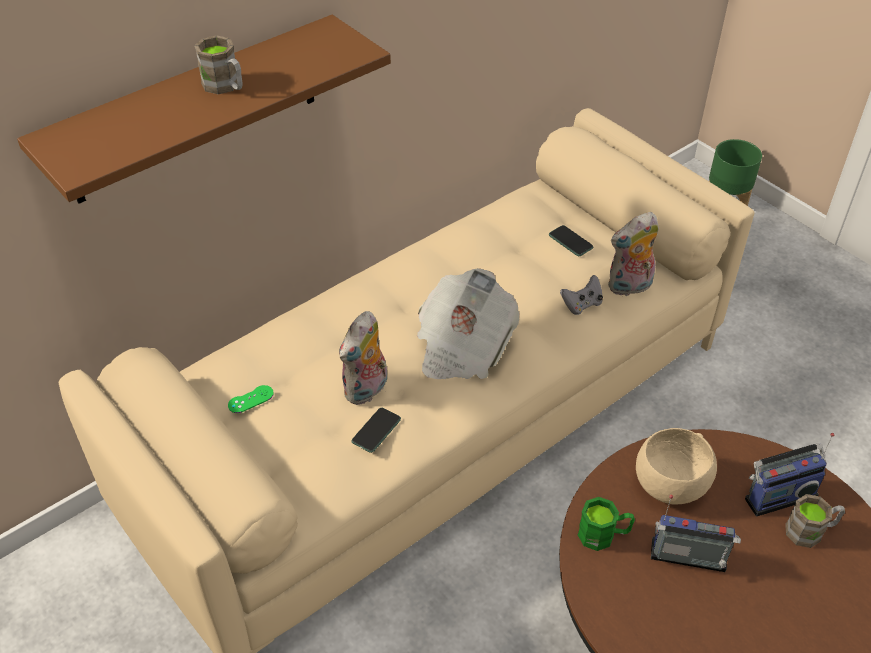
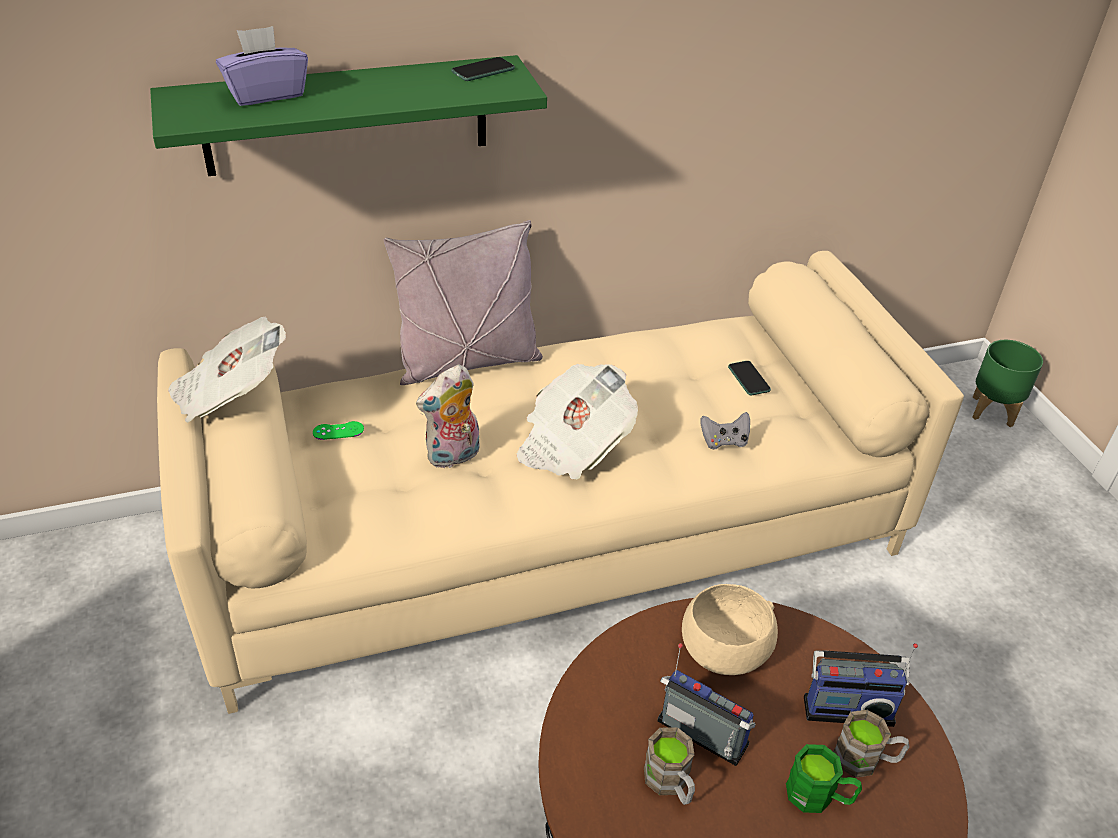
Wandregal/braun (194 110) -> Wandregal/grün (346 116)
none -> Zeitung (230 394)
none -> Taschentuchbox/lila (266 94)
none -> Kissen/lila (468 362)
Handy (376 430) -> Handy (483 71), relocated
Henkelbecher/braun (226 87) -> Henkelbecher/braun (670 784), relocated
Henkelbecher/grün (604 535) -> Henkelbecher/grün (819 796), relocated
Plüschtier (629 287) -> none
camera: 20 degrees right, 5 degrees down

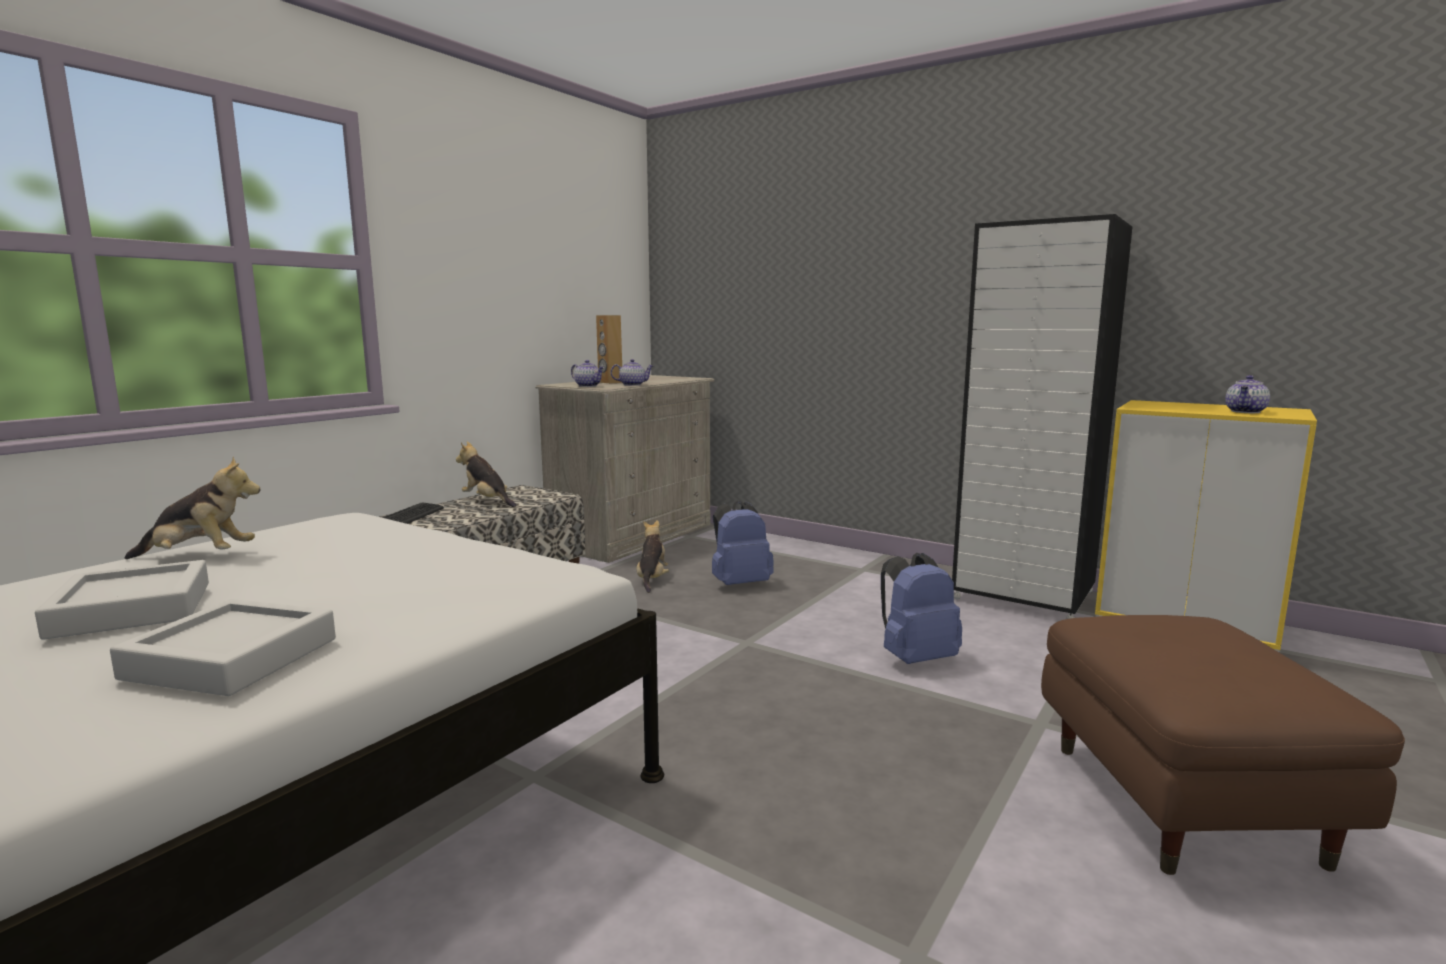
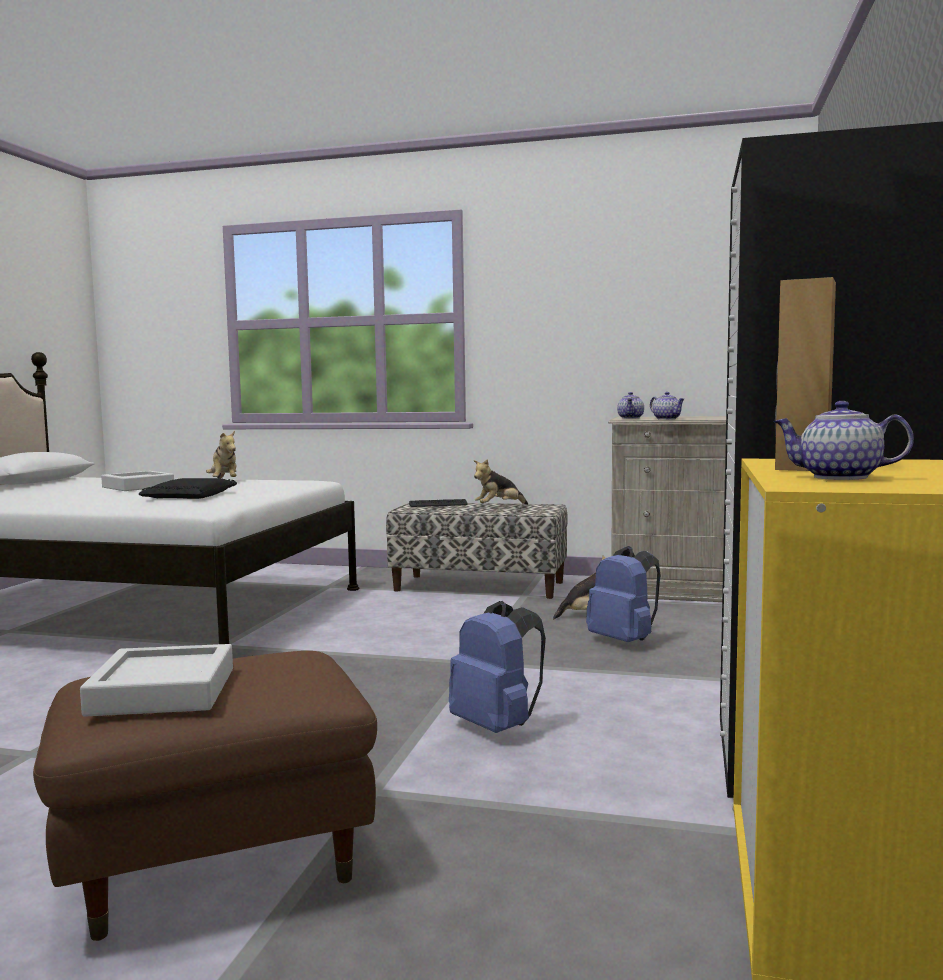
Tablett/grau (232 658) -> Tablett/grau (163 691), relocated
none -> Kissen/schwarz (191 496)
Plüschtier (487 501) -> Plüschtier (499 507), 135 degrees counterclockwise
Lautsprecher/braun (610 382) -> Lautsprecher/braun (801 468), relocated
camera: 70 degrees right, 5 degrees down

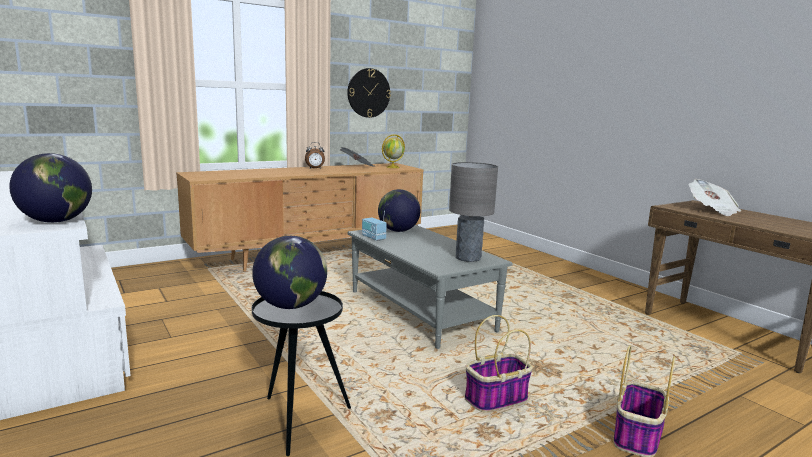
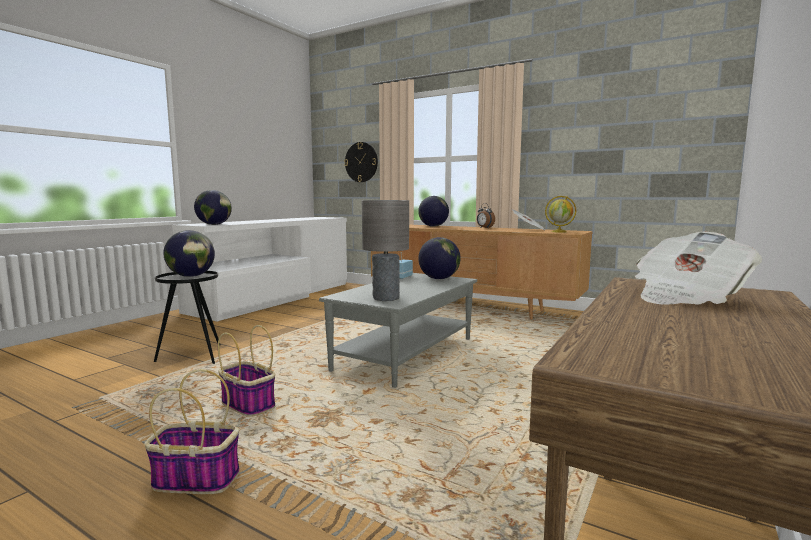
Wanduhr (368 93) -> Wanduhr (361 162), relocated
none -> Globus (433 226)
camera: 65 degrees right, 5 degrees down

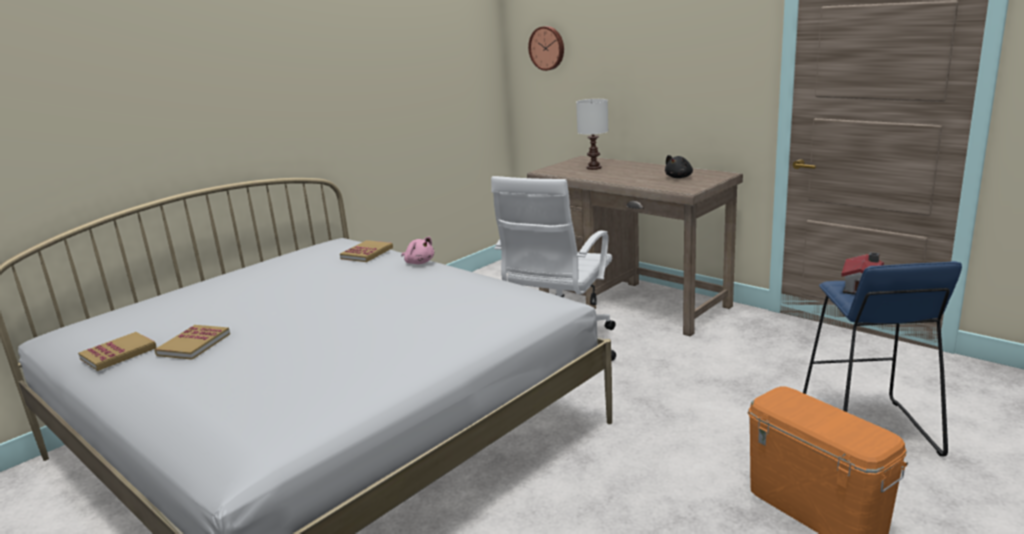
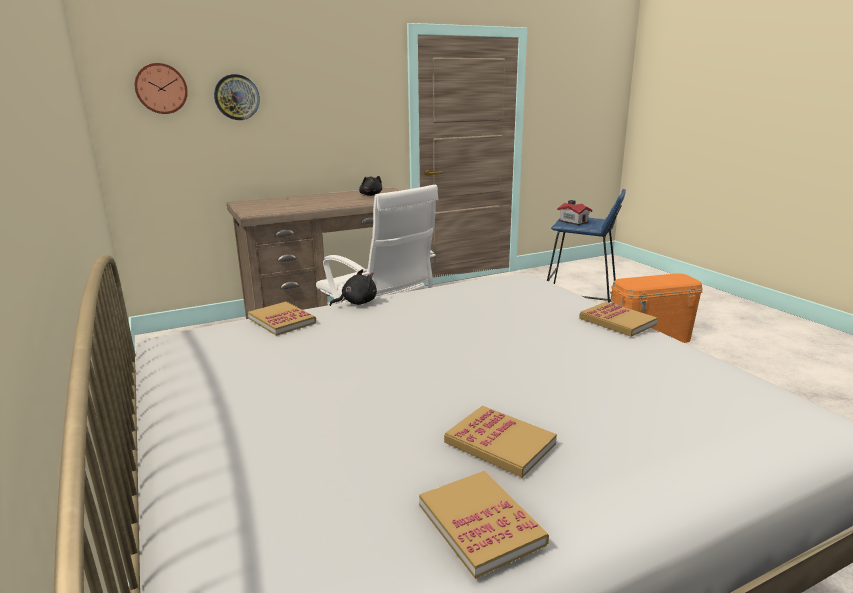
none -> Wanduhr (237 97)
Plüschtier/rosa (419 262) -> Plüschtier/schwarz (357 303)
none -> Buch (617 321)
Tischlampe/weiß (593 168) -> none
camera: 70 degrees left, 0 degrees up

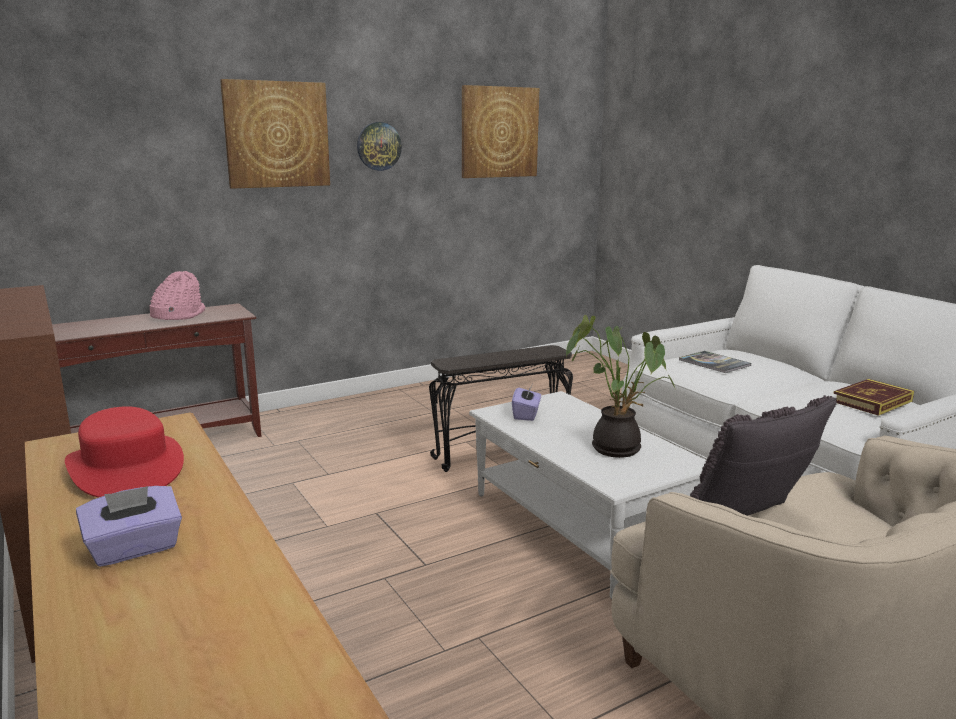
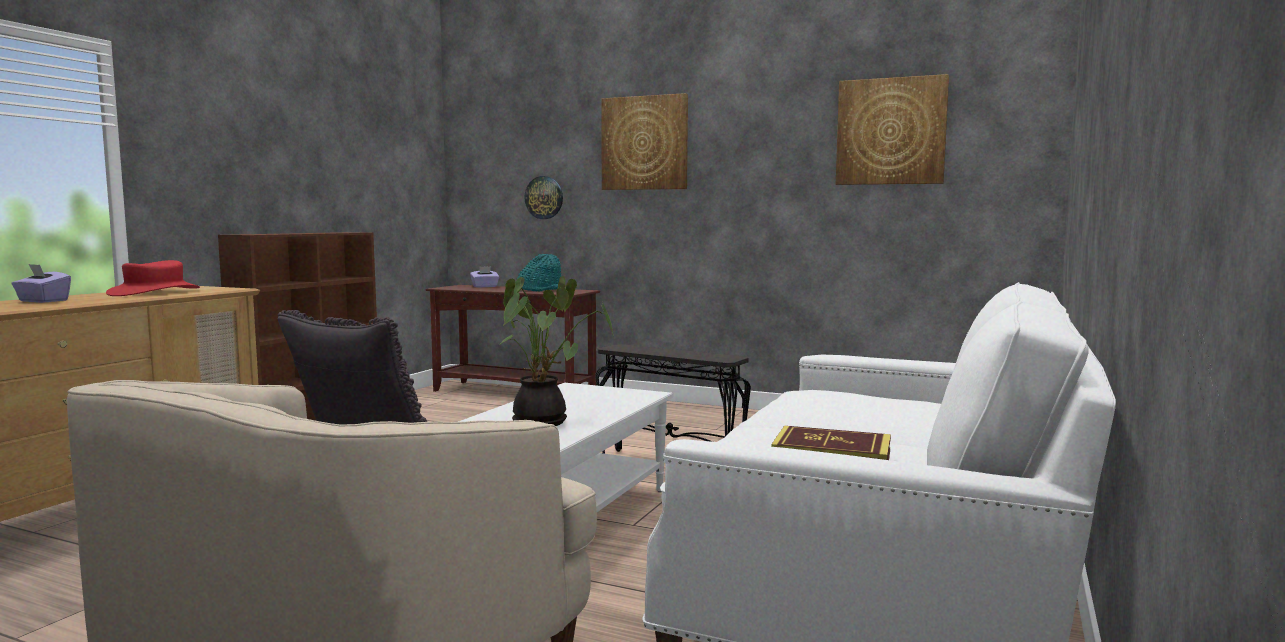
Taschentuchbox/lila (526 414) -> Taschentuchbox/lila (485 286), relocated
Hut/rosa (178 315) -> Hut/türkis (541 289)
Wanduhr (378 146) -> Wanduhr (544 197), relocated
Buch (714 363) -> none
camera: 55 degrees right, 10 degrees down

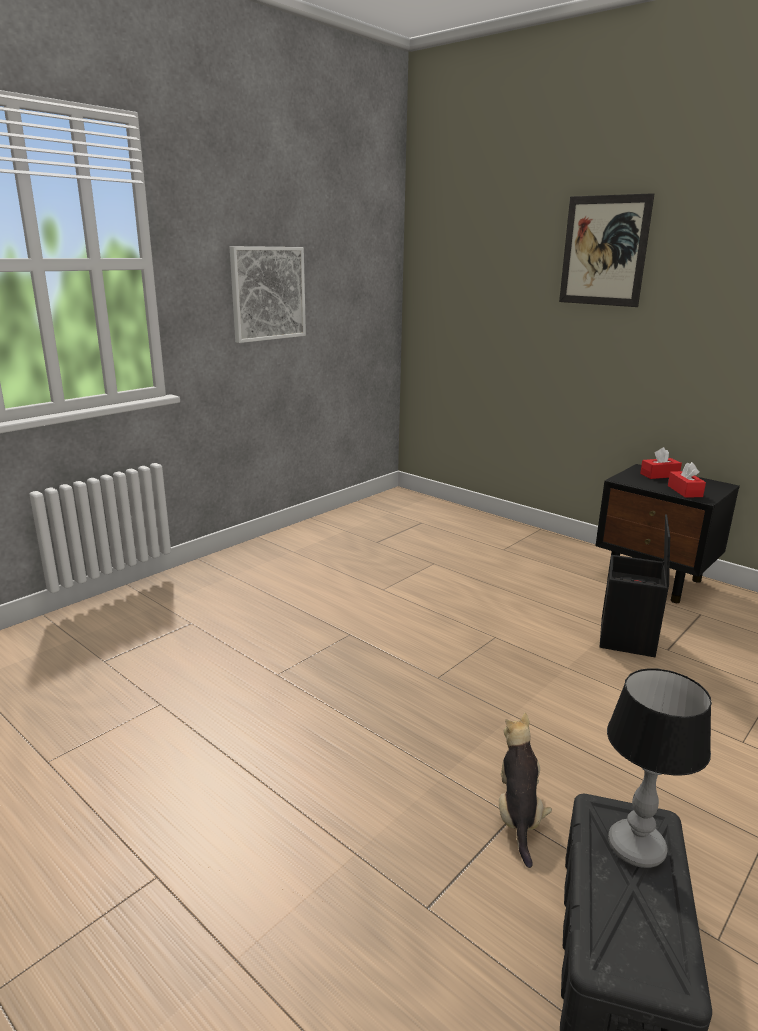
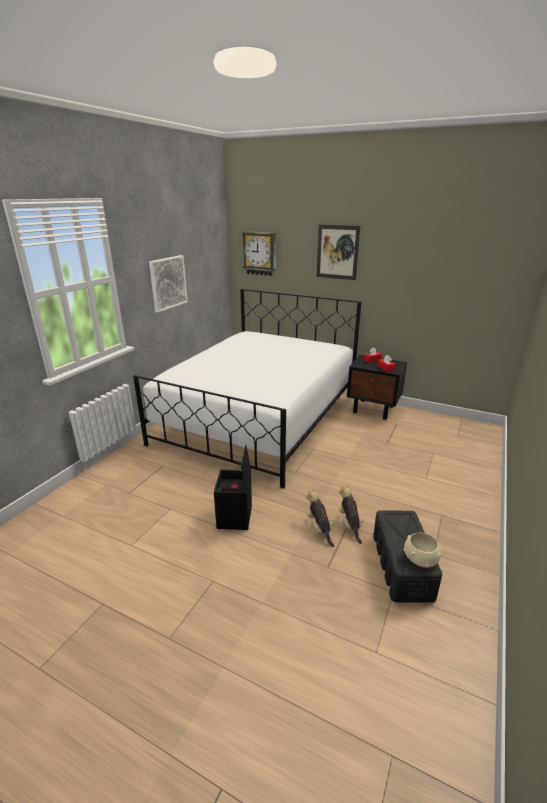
none -> Bett/weiß (259 418)
Aufbewahrungsbox/schwarz (628 638) -> Aufbewahrungsbox/schwarz (235 517), relocated
none -> Wanduhr (260 253)
none -> Plüschtier (319 528)
none -> Schüssel/beige (420 559)
Tischlampe (637 848) -> none
camera: 15 degrees left, 5 degrees up

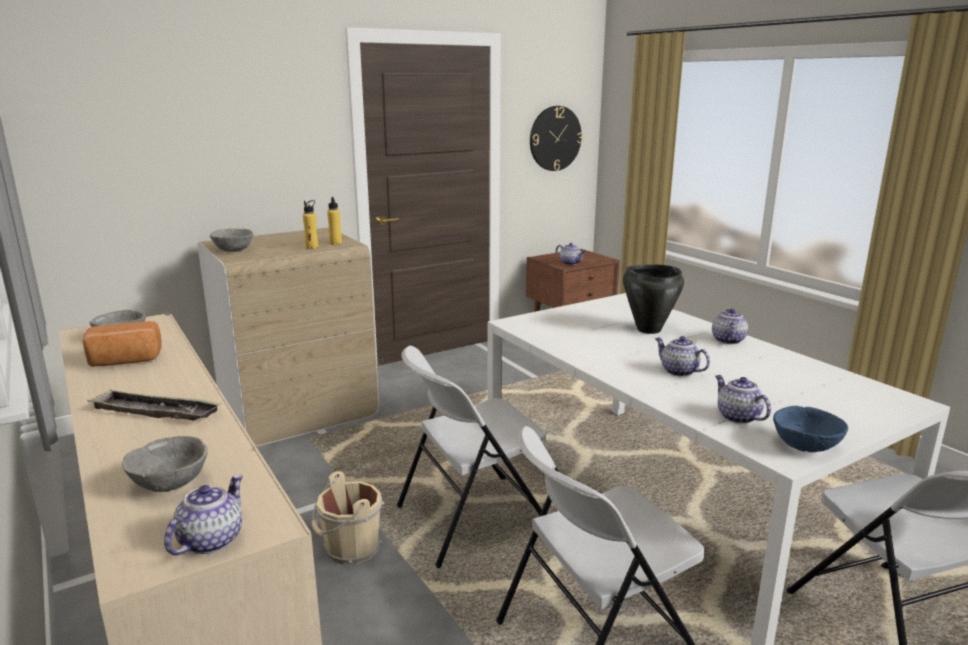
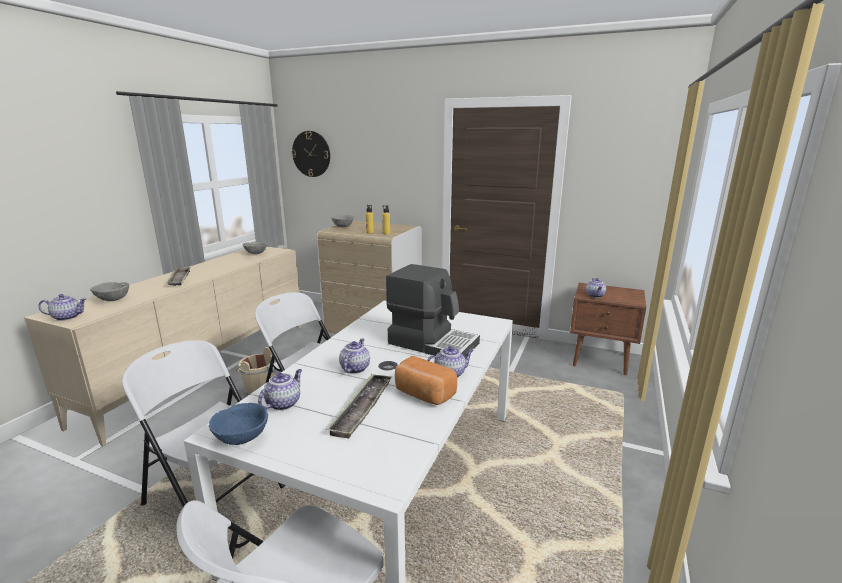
Wanduhr (555 138) -> Wanduhr (311 154), relocated
none -> Tablett (362 408)
Kochtopf/schwarz (648 329) -> Kaffeemaschine (433 343)
Brot (125 361) -> Brot (423 394), relocated
camera: 55 degrees right, 0 degrees up

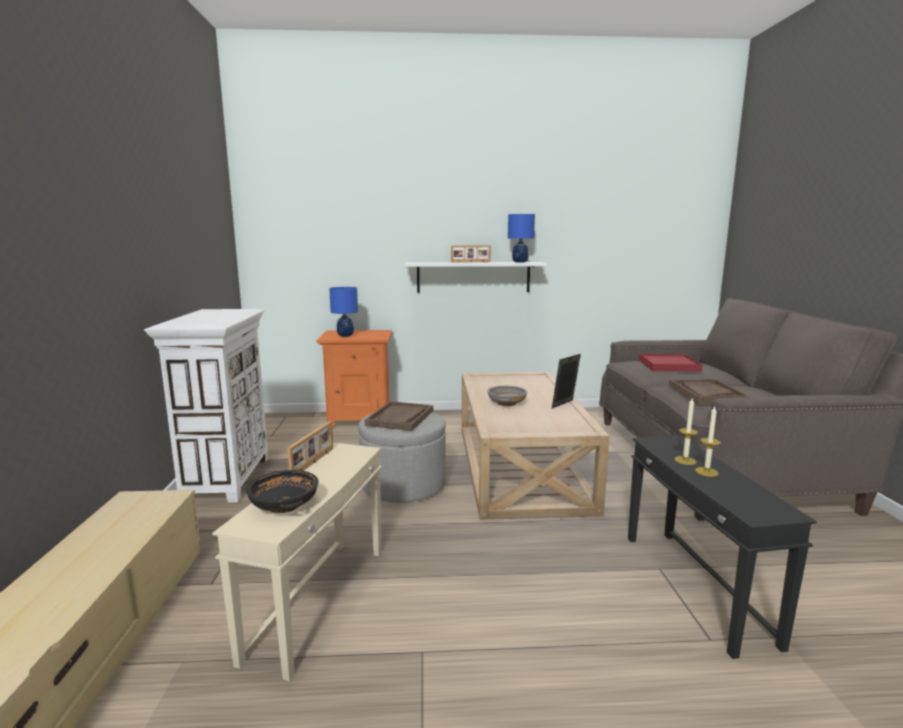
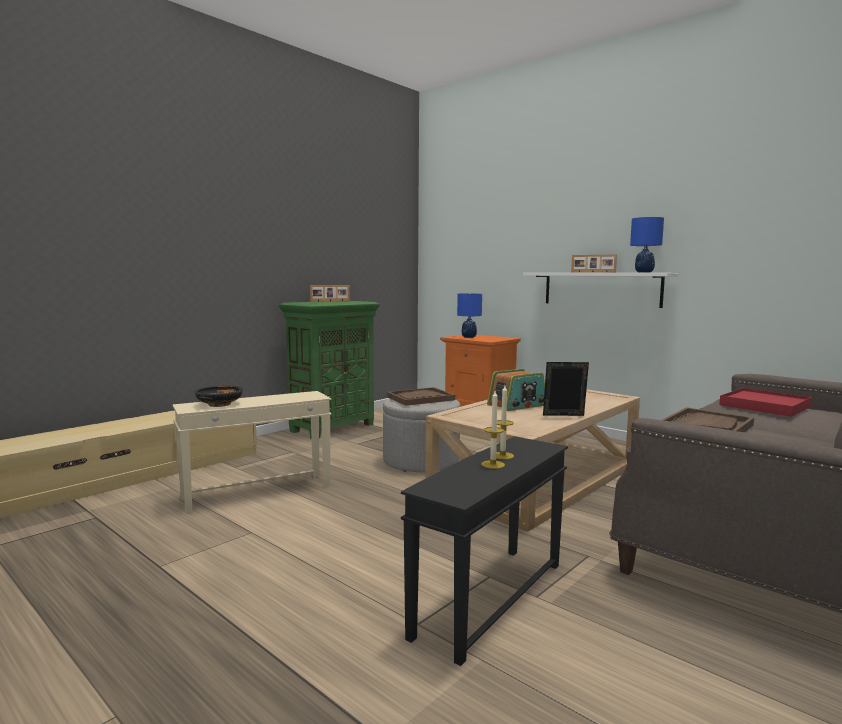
Schrank/weiß (227 478) -> Schrank/grün (332 427)
Bilderrahmen (314 462) -> Bilderrahmen (330 301), relocated
Schüssel/grau (506 403) -> Radio (517 405)
camera: 45 degrees right, 5 degrees down

